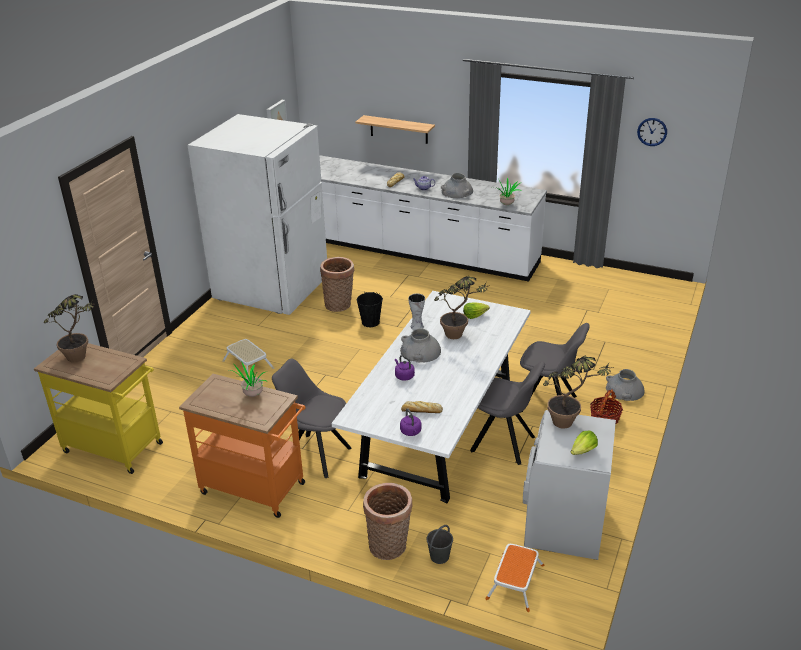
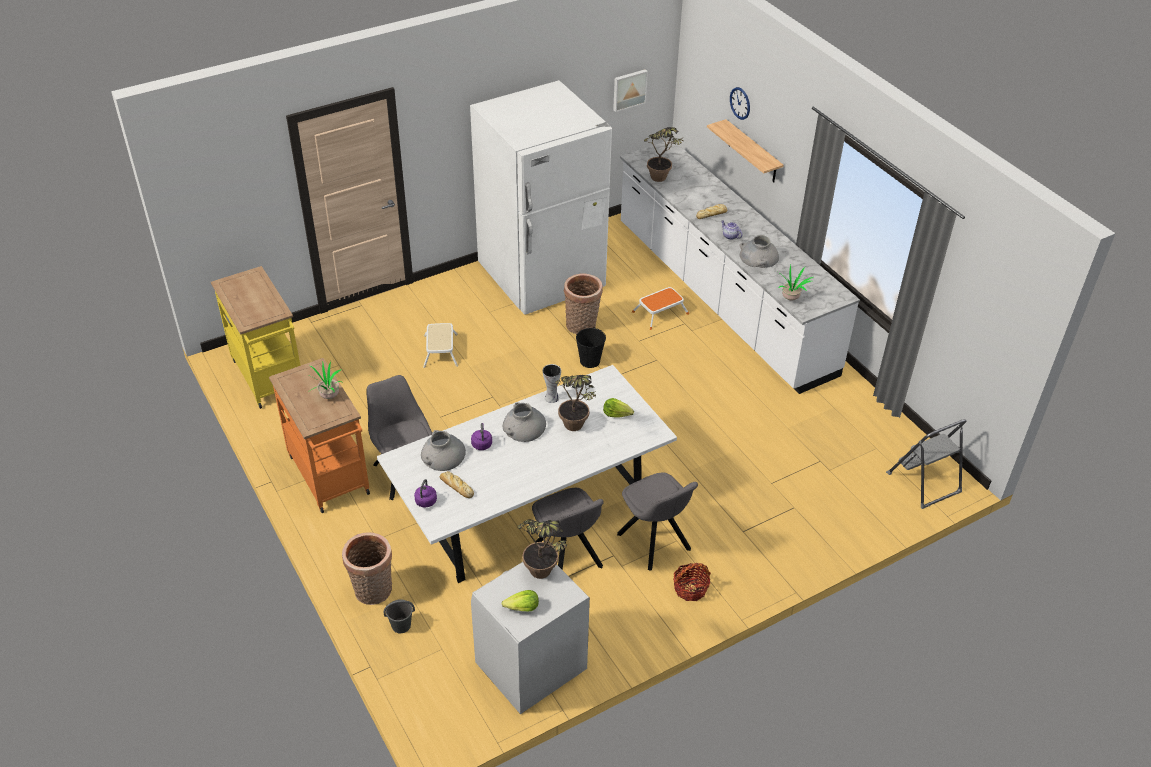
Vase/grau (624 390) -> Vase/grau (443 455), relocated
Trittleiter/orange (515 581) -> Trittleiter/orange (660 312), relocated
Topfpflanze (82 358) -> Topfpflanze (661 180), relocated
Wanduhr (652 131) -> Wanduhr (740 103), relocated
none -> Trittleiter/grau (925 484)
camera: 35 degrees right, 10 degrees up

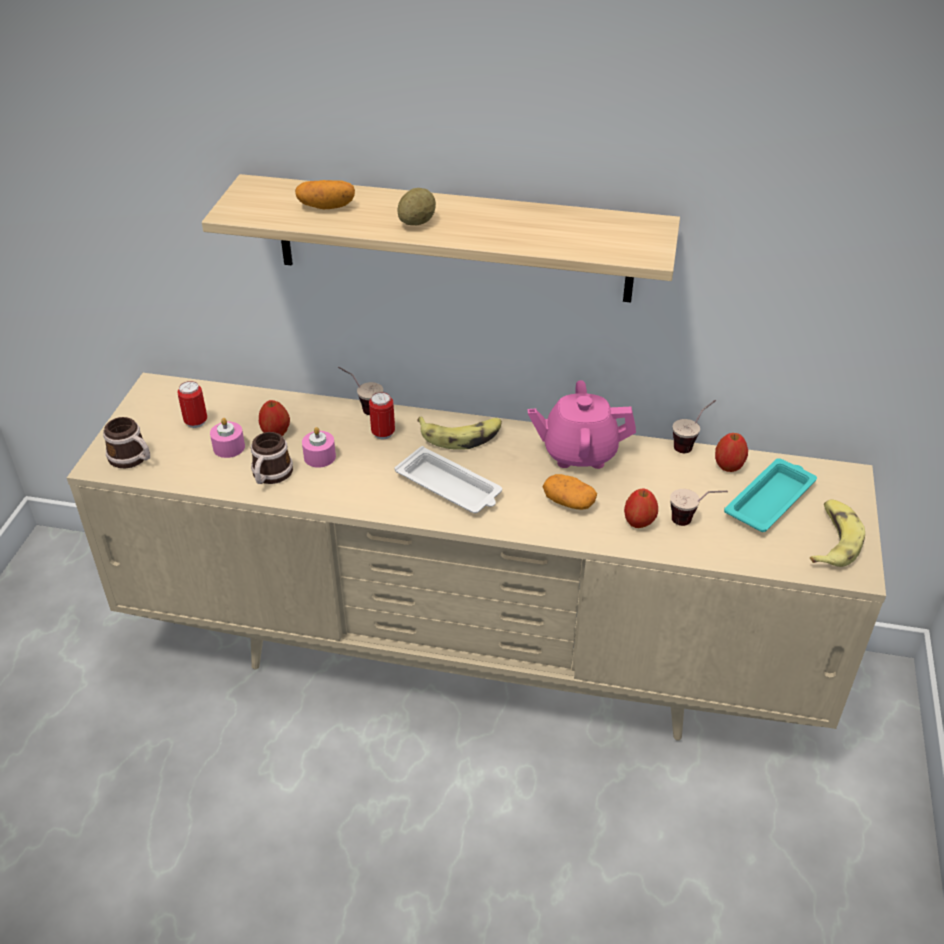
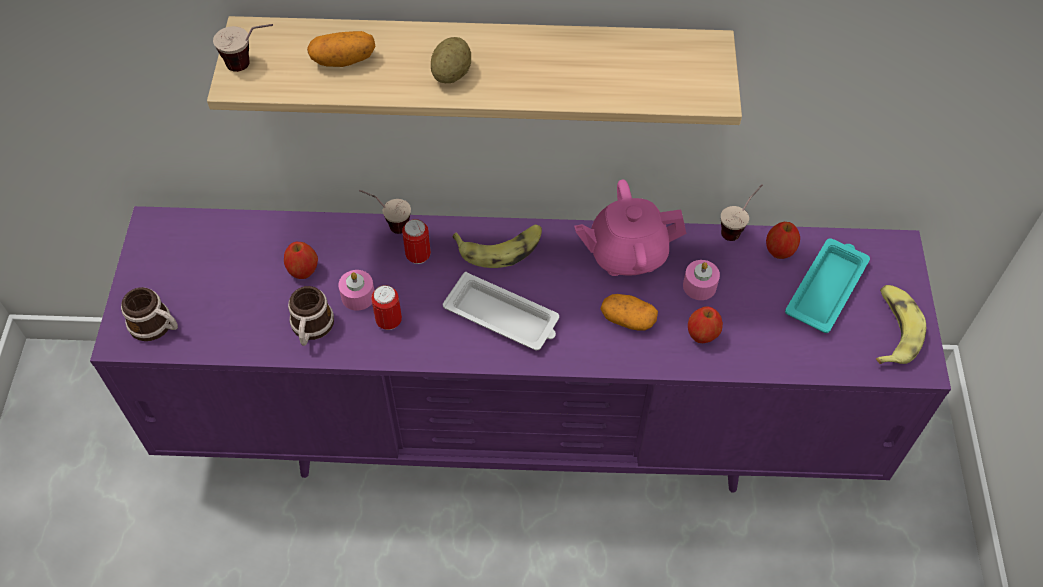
Schrank/beige (475 655) -> Schrank/lila (523 428)
Tasse (693 522) -> Tasse (252 65), relocated
Dose (196 422) -> Dose (389 321), relocated
Kerze/rosa (229 447) -> Kerze/rosa (699 286), relocated
camera: 10 degrees left, 15 degrees up

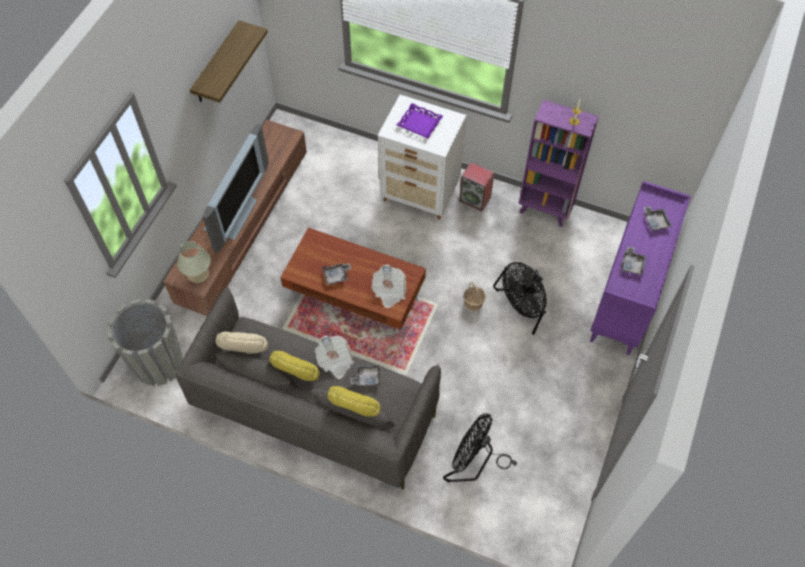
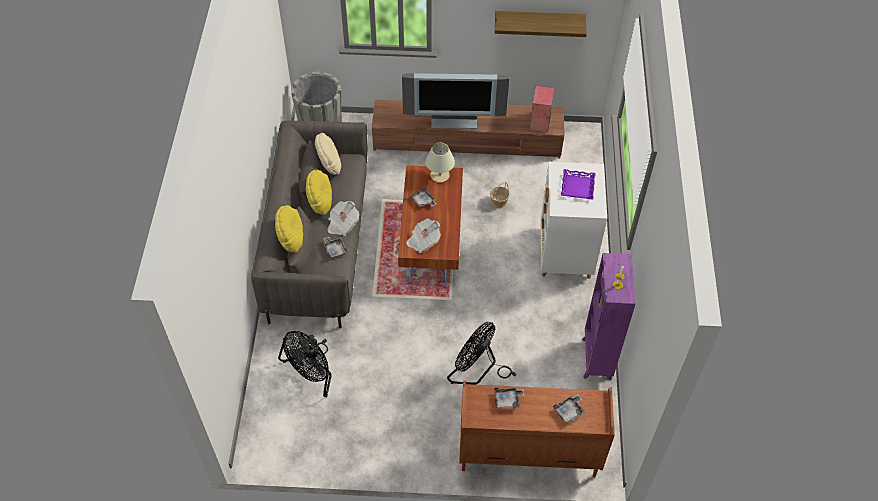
Ventilator/schwarz (476 458) -> Ventilator/schwarz (312 369), 150 degrees counterclockwise
Tischlampe/beige (198 274) -> Tischlampe/beige (439 176), relocated
Schrank/lila (626 296) -> Schrank/braun (527 454)
Korb (473 303) -> Korb (499 202), relocated
Lautsprecher (475 199) -> Lautsprecher (540 123), relocated
camera: 70 degrees right, 5 degrees down

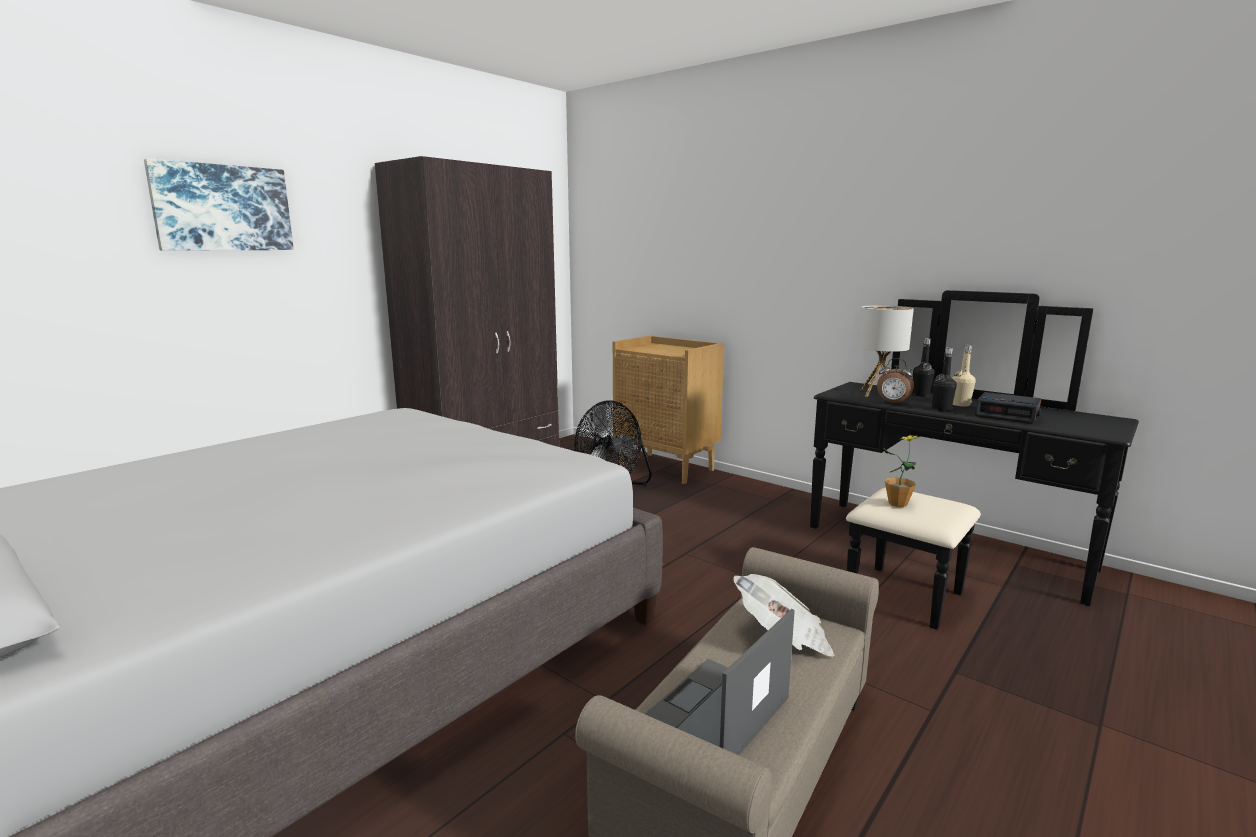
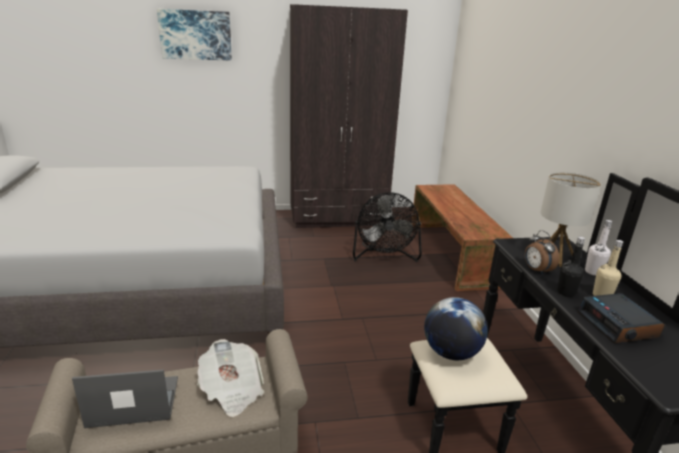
Schrank/braun (666 468) -> Bank/braun (453 254)
Topfpflanze (897 503) -> Globus (451 353)
Flasche/schwarz (921 394) -> Flasche/weiß (593 272)
camera: 40 degrees right, 10 degrees up

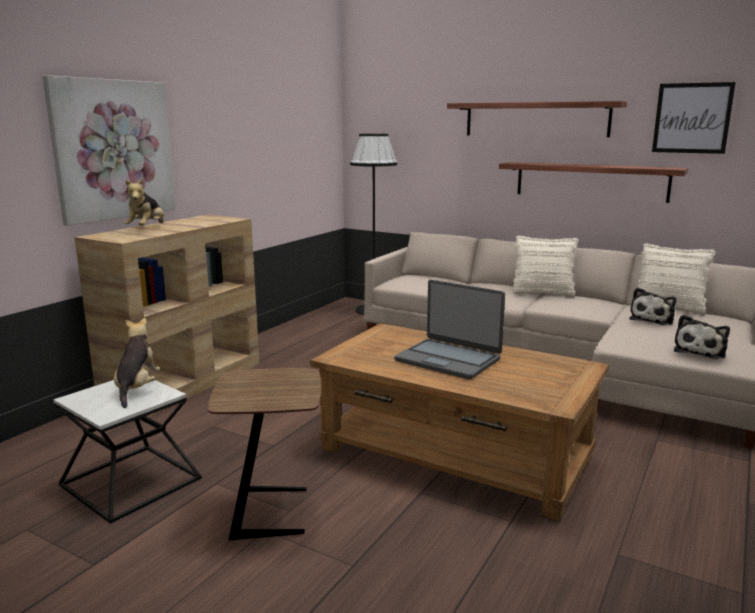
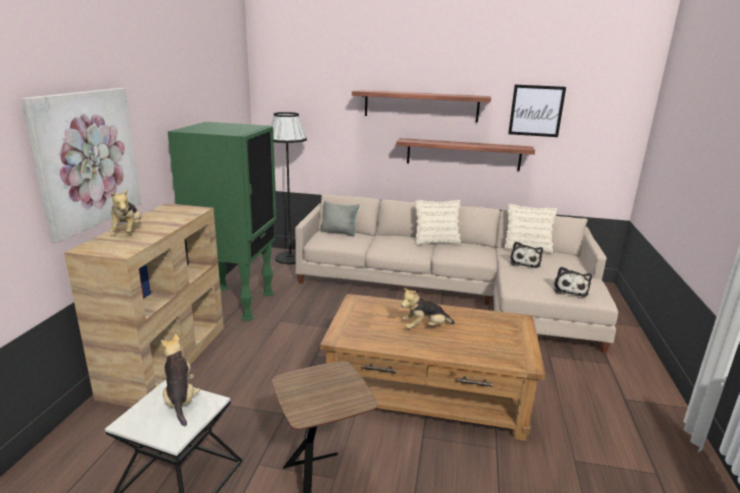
none -> Schrank/grün (236 302)
none -> Kissen/grau (339 232)
Laptop (448 359) -> Plüschtier (425 328)
camera: 20 degrees left, 5 degrees up

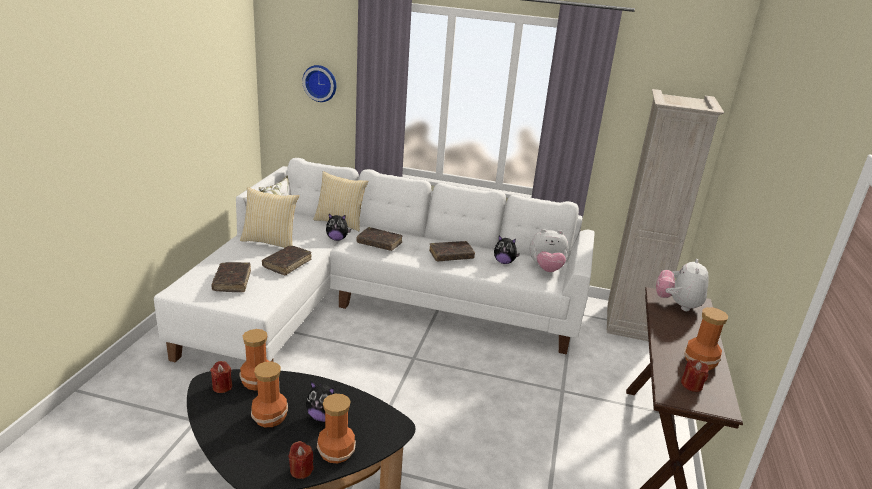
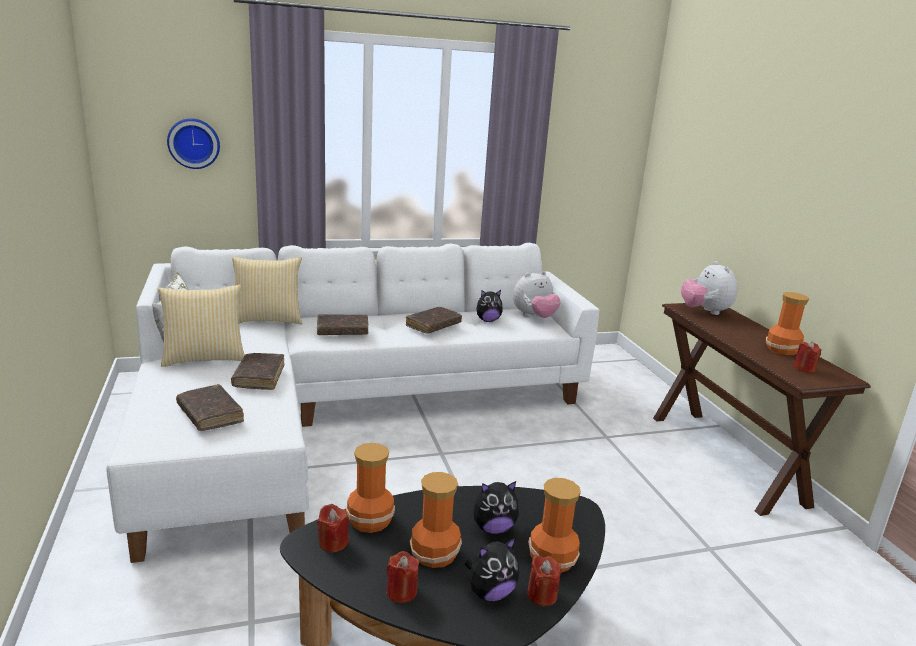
none -> Kerze/rot (401 592)
Plüschtier (337 239) -> Plüschtier (490 592), relocated
Schrank/beige (631 323) -> none
camera: 30 degrees left, 5 degrees down

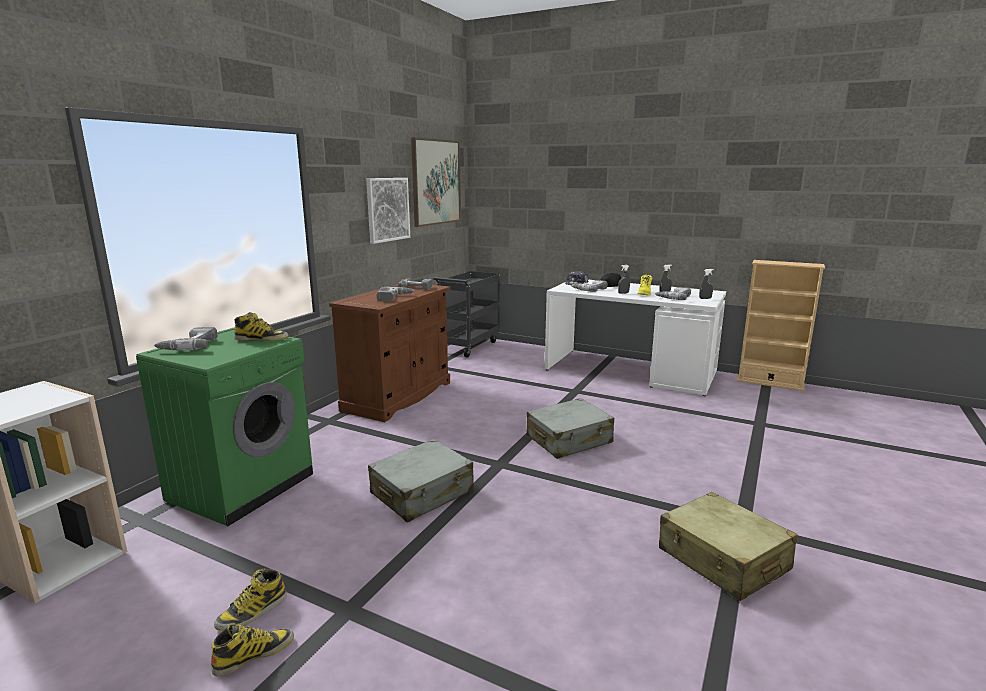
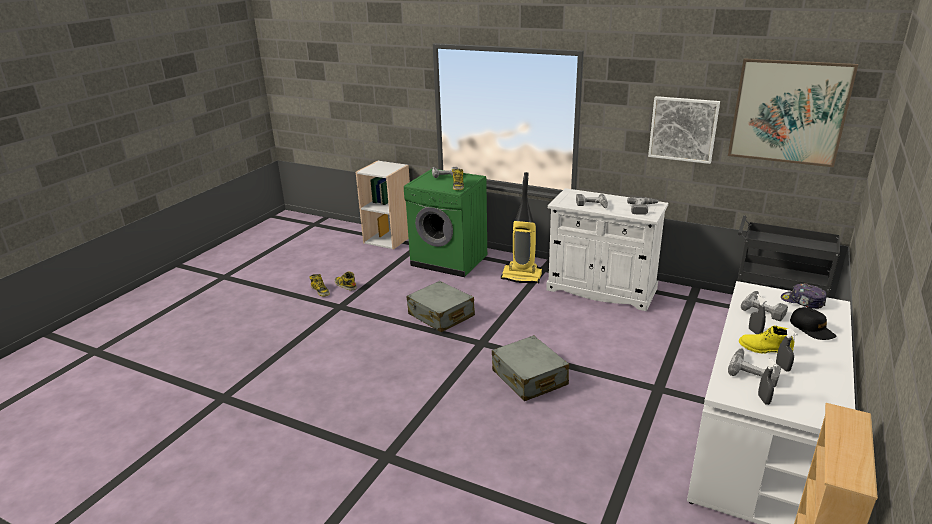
none -> Staubsauger (522 276)
Schrank/braun (398 396) -> Schrank/weiß (601 289)
Koffer/beige (723 559) -> none
camera: 90 degrees right, 10 degrees up

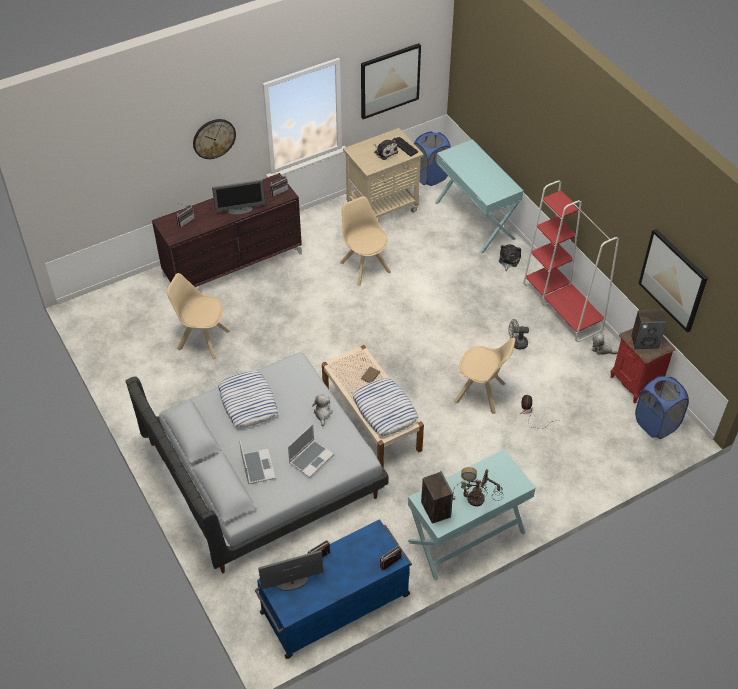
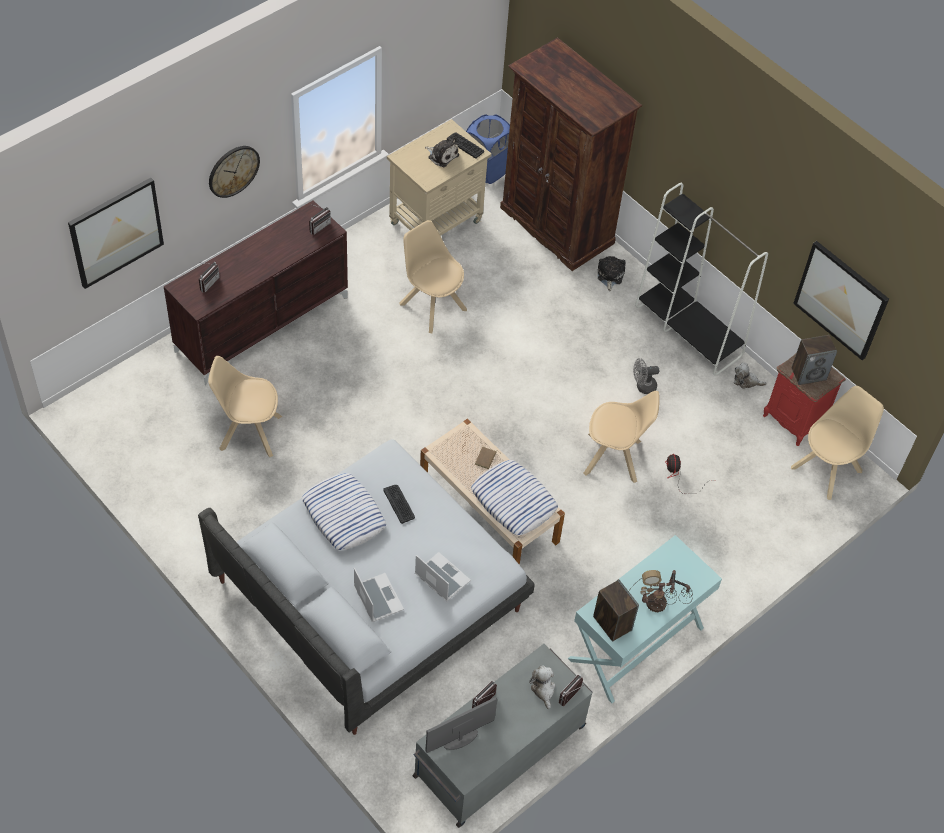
Bild (389 80) -> Bild (116 232), relocated
none -> Tastatur (399 504)
Schrank/blau (334 604) -> Schrank/grau (499 751)
Laptop (311 458) -> Laptop (441 578), 75 degrees counterclockwise
Schreibtisch/türkis (475 220) -> Kleiderschrank/braun (556 225)
Plüschtier (322 413) -> Plüschtier (543 689), relocated
Kleiderständer/rot (562 308) -> Kleiderständer/schwarz (688 333)
Wäschekorb/blau (656 423) -> Stuhl/beige (828 468)
Monitor (240 210) -> none
camera: 15 degrees left, 5 degrees up

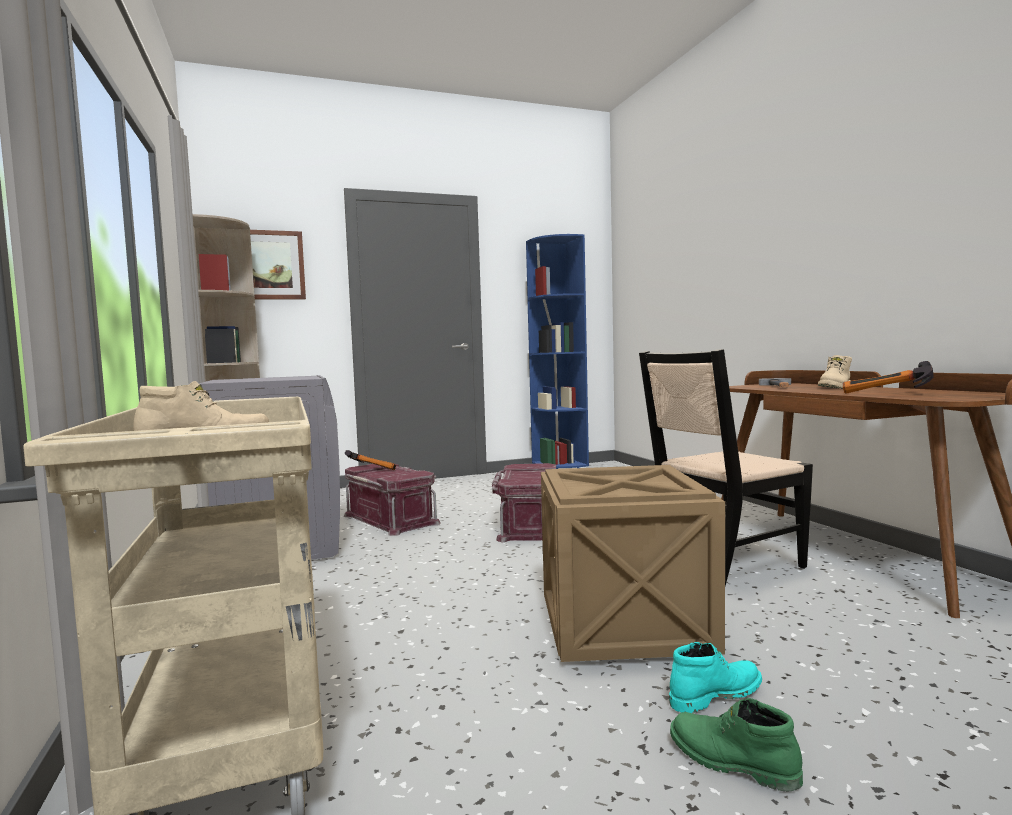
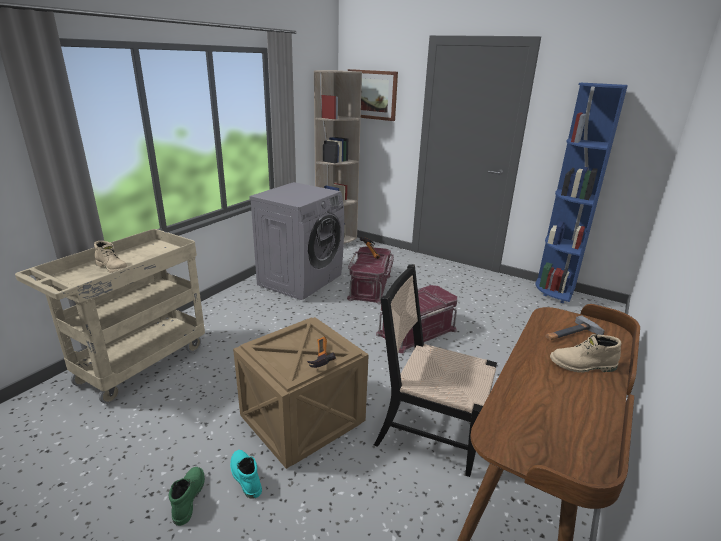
Stiefel/türkis (714 694) -> Stiefel/türkis (245 477), 150 degrees counterclockwise
Hammer (886 394) -> Hammer (319 359), relocated
camera: 50 degrees right, 20 degrees up

